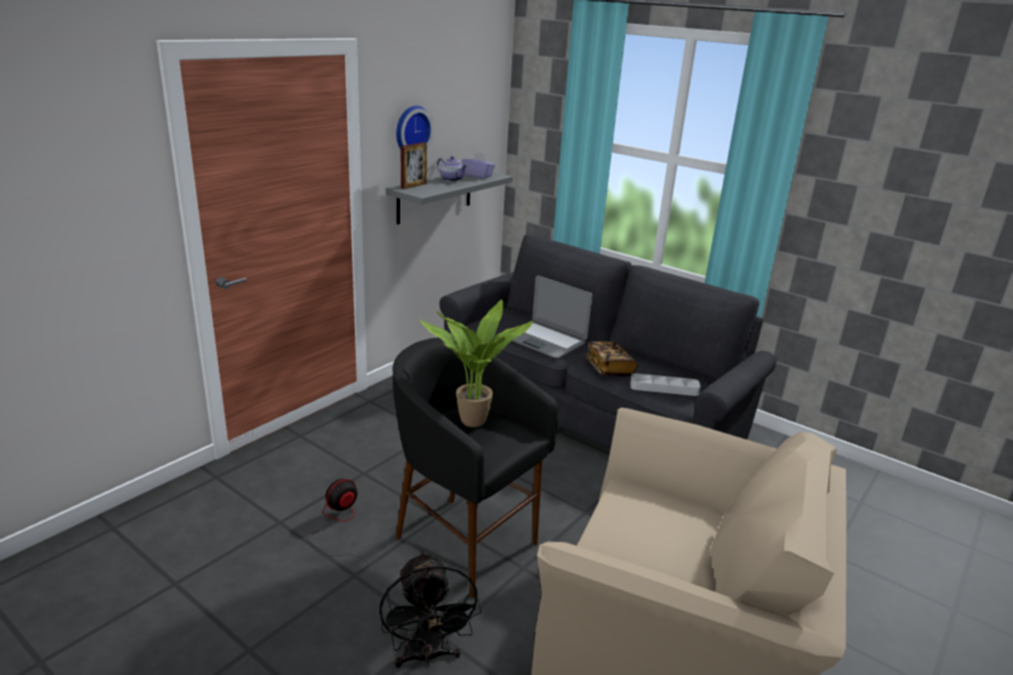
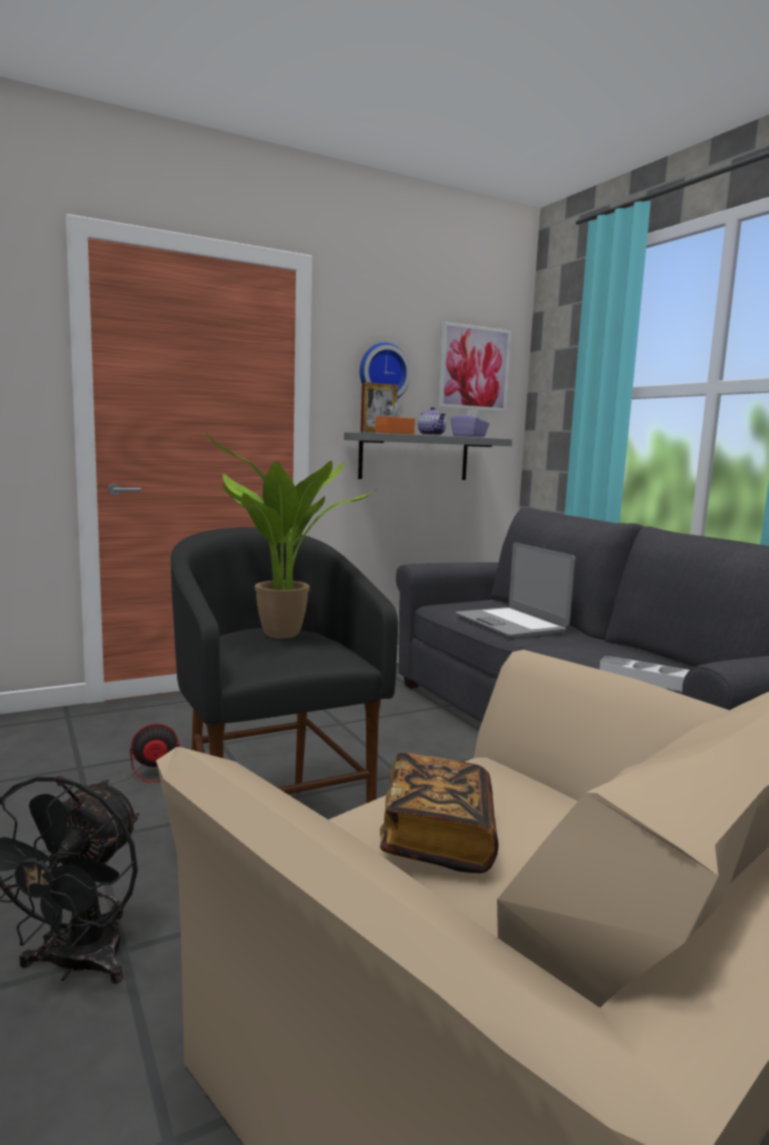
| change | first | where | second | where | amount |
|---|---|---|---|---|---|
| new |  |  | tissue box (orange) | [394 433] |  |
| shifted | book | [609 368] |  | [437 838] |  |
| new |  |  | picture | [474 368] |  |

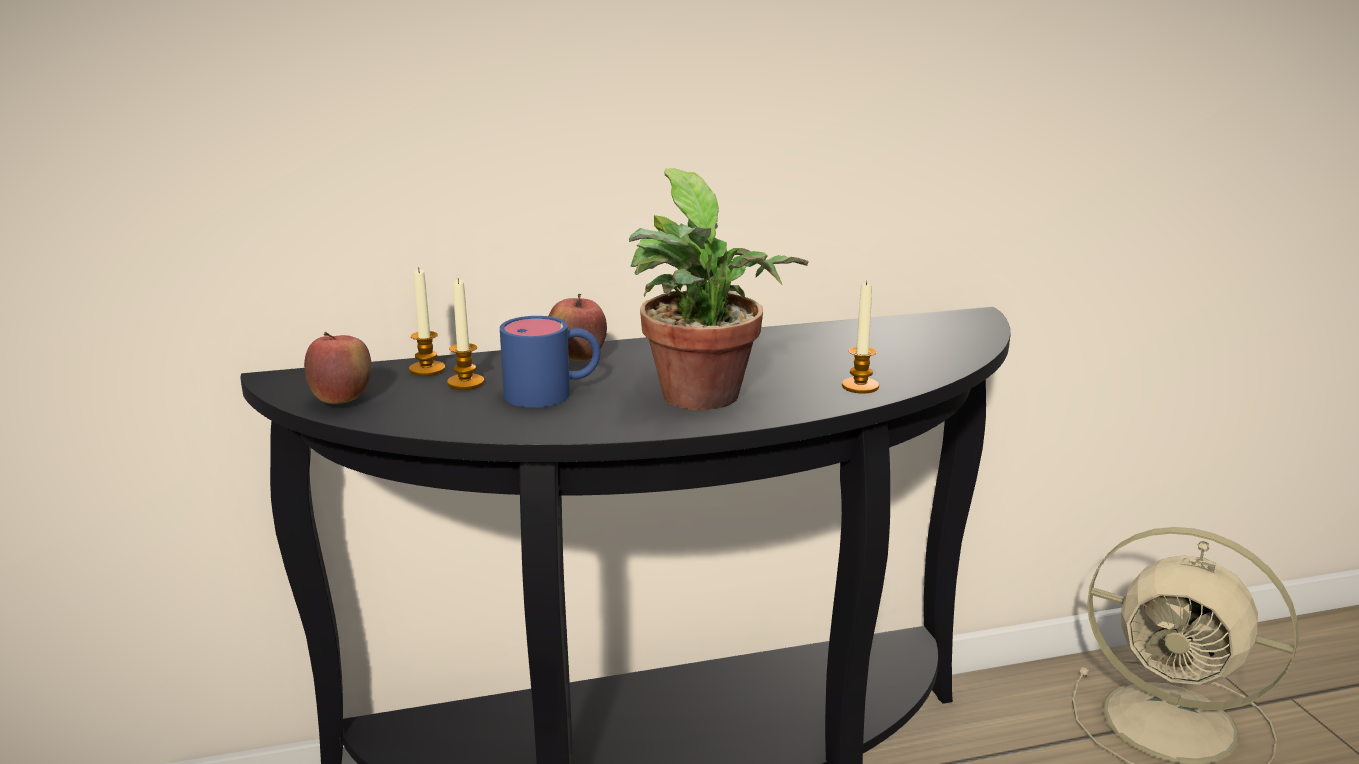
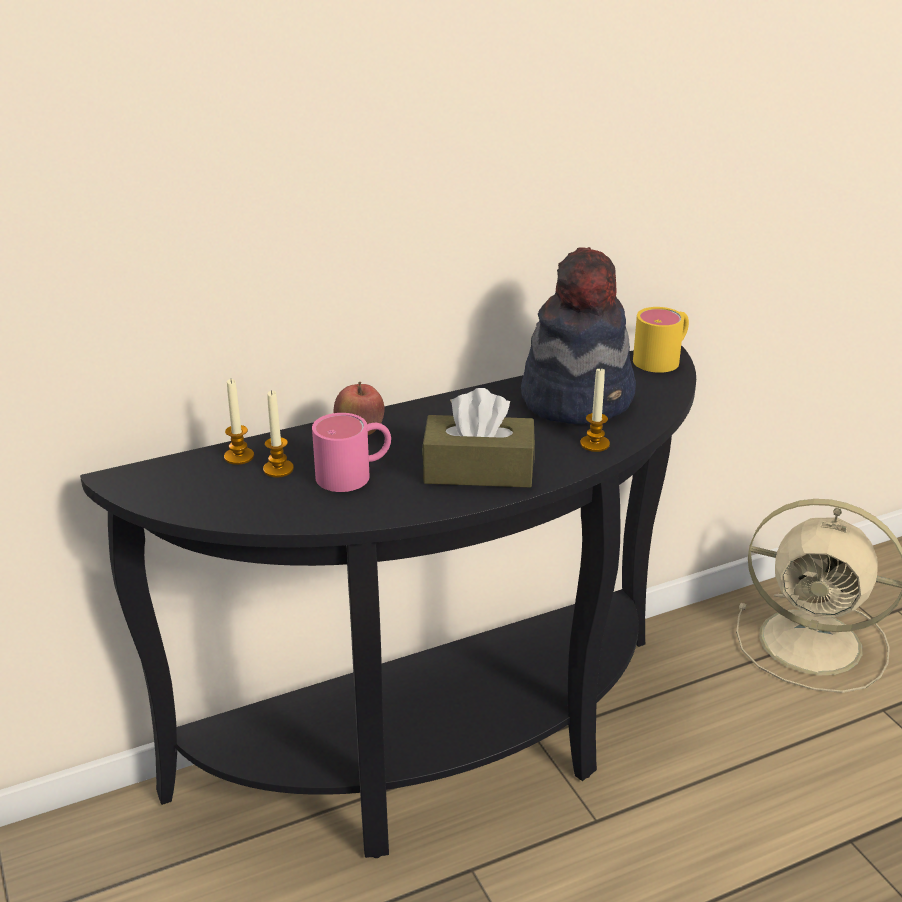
| change | first | where | second | where | amount |
|---|---|---|---|---|---|
| repainted | mug (blue) | [553 393] | mug (pink) | [355 474] |  |
| swapped | potted plant | [704 400] | tissue box (brown) | [478 470] |  |
| new |  |  | hat | [578 398] |  |
| new |  |  | mug (yellow) | [663 358] |  |
| gone | apple | [342 401] |  |  |  |

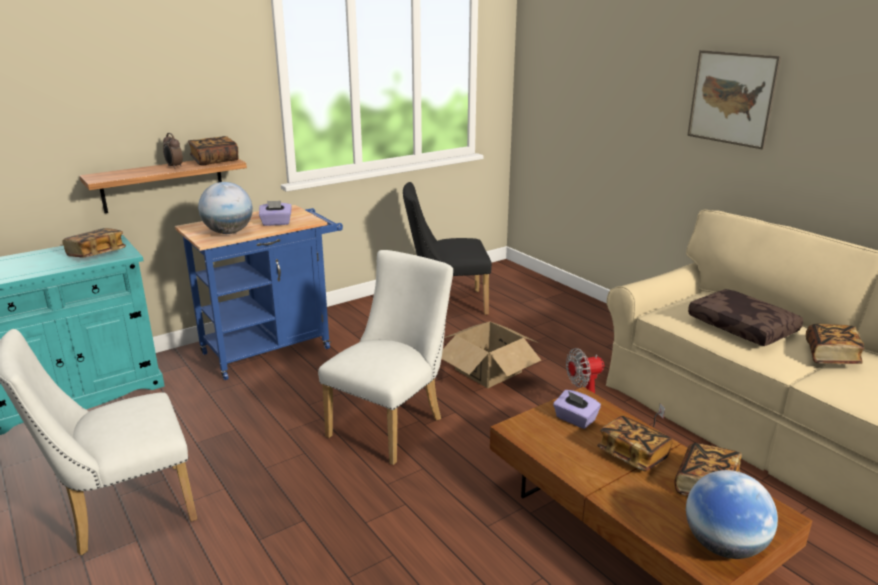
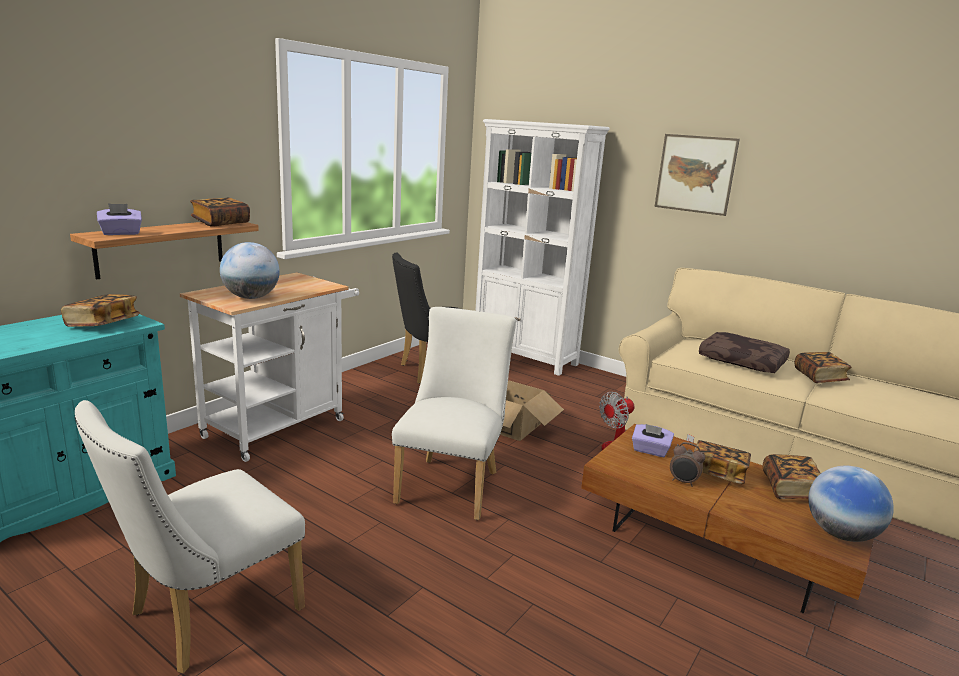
| change | first | where | second | where | amount |
|---|---|---|---|---|---|
| shifted | tissue box (purple) | [276 223] |  | [121 233] |  |
| repainted | cart (blue) | [274 348] | cart (white) | [281 425] |  |
| new |  |  | bookcase (white) | [525 357] |  |
| shifted | alarm clock | [174 167] |  | [683 482] |  |

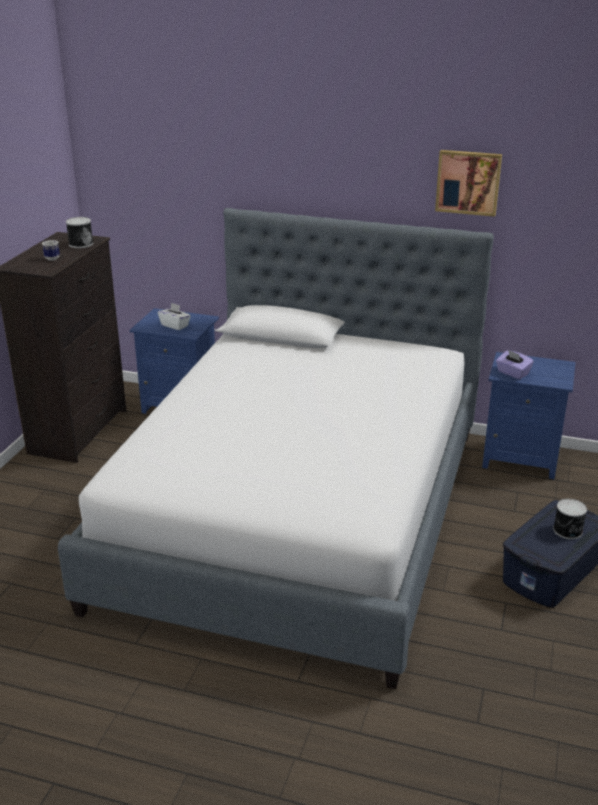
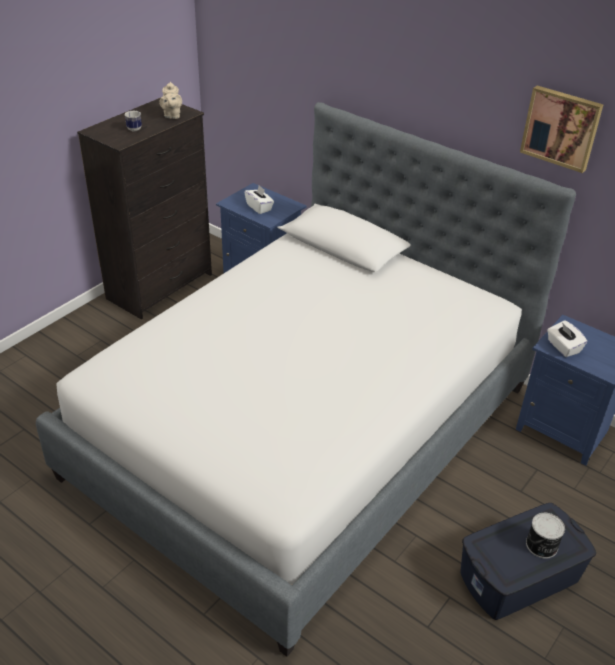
| change | first | where | second | where | amount |
|---|---|---|---|---|---|
| swapped | can | [80 244] | teapot (beige) | [172 115] |  |
| repainted | tissue box (purple) | [512 373] | tissue box (white) | [563 347] |  |

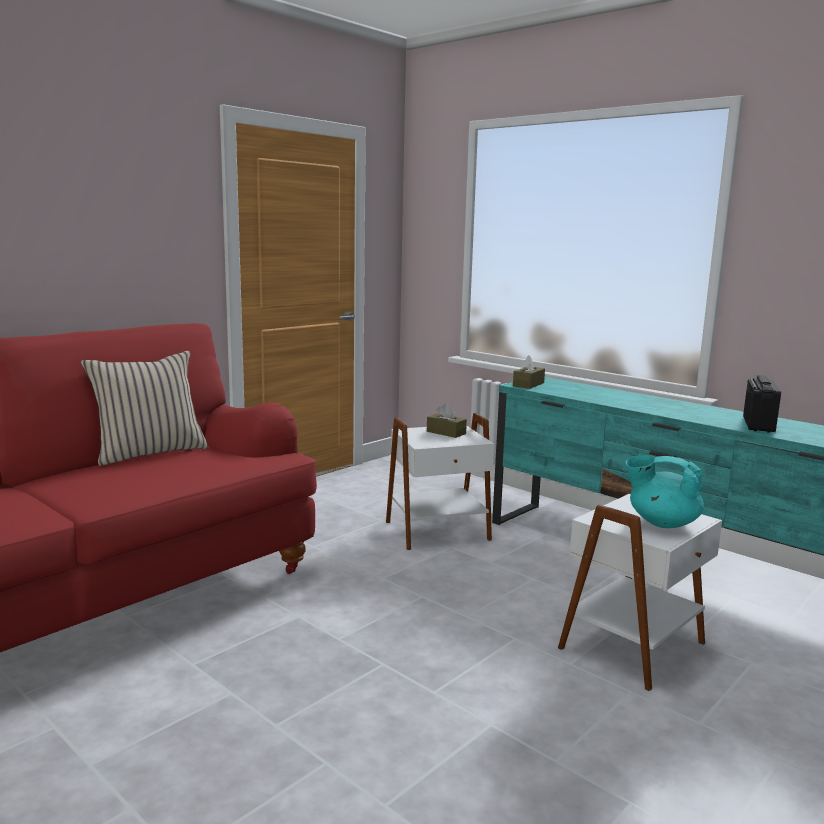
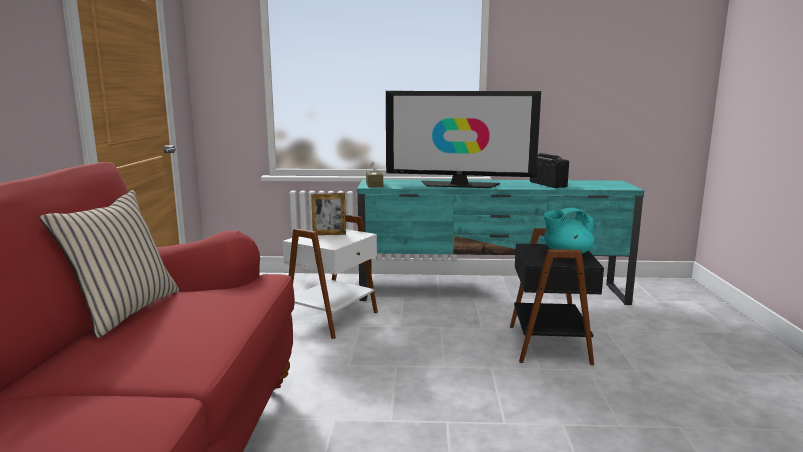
| change | first | where | second | where | amount |
|---|---|---|---|---|---|
| swapped | tissue box (brown) | [446 432] | picture frame | [329 234] |  |
| new |  |  | television | [459 185] |  |
| repainted | side table (white) | [635 646] | side table (black) | [551 344] |  |

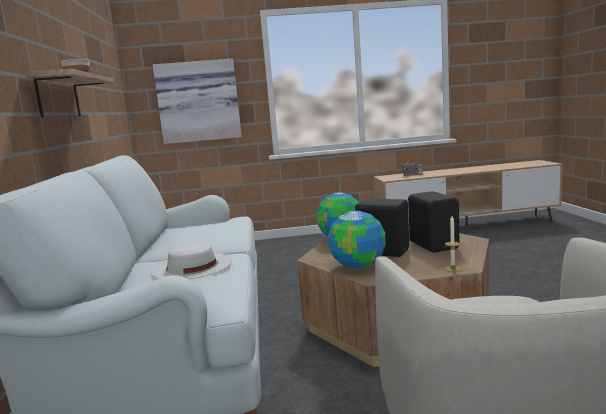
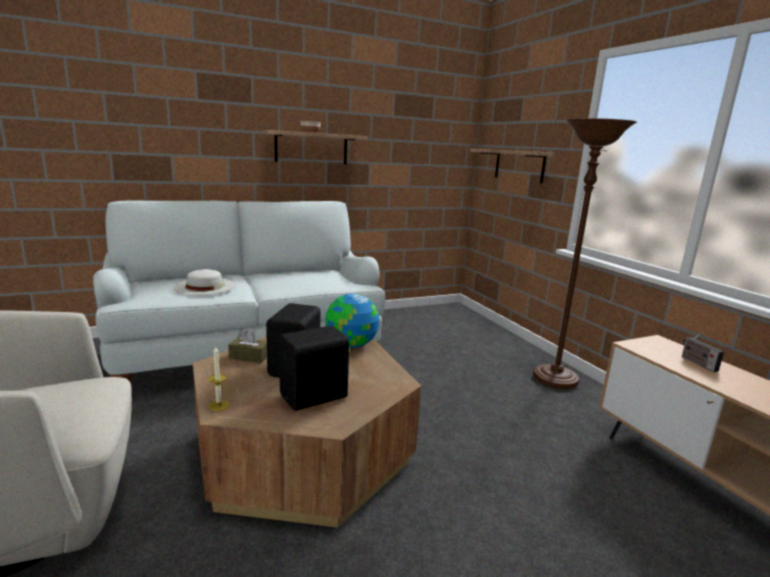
| change | first | where | second | where | amount |
|---|---|---|---|---|---|
| swapped | globe | [358 266] | tissue box (brown) | [249 357] |  |
| swapped | picture | [198 101] | shelf | [519 165] |  |
| new |  |  | floor lamp (brown) | [555 379] |  |

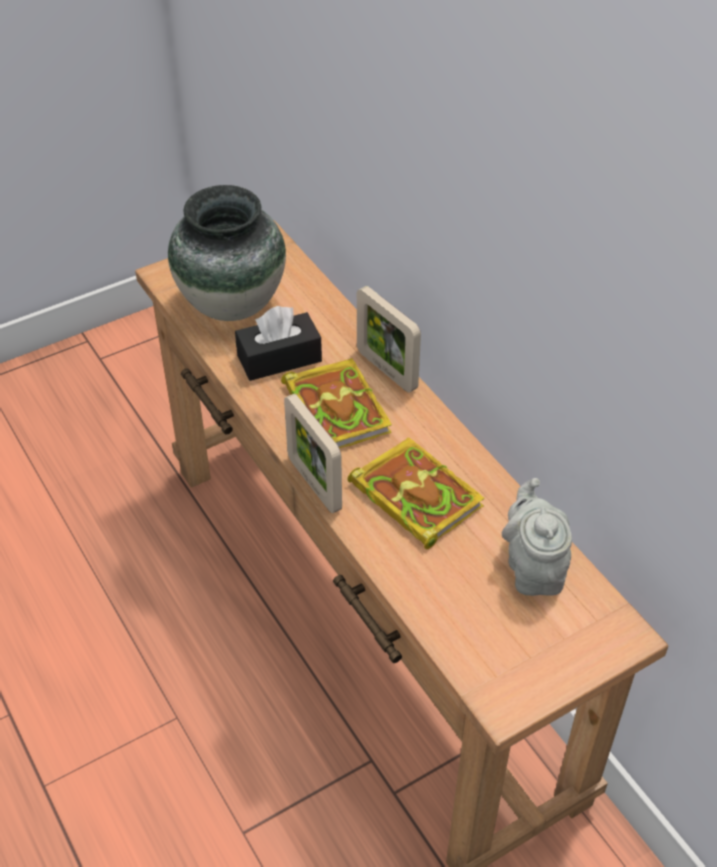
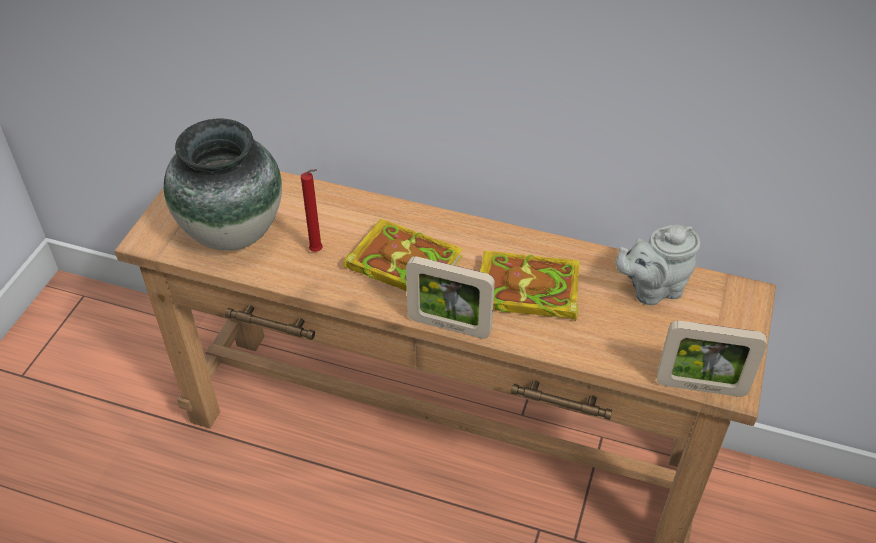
| change | first | where | second | where | amount |
|---|---|---|---|---|---|
| swapped | tissue box (black) | [279 358] | candle (red) | [318 251] |  |
| rotated | teapot (grey) | [533 569] |  | [652 289] | 60 degrees counterclockwise |
| shifted | picture frame | [386 370] |  | [701 387] |  |

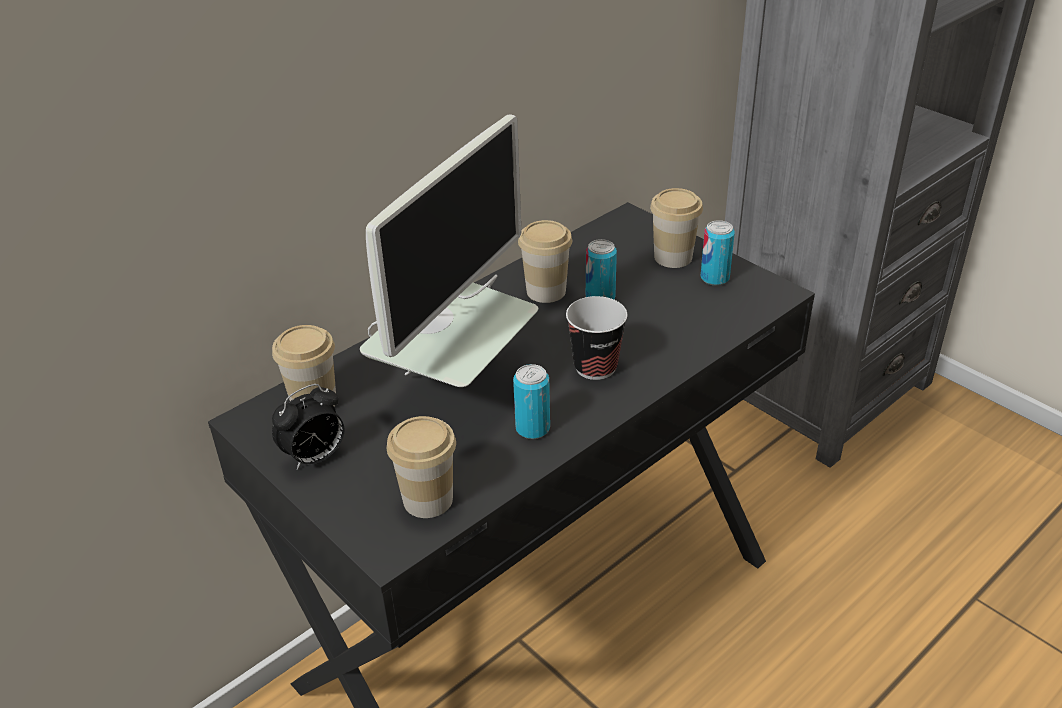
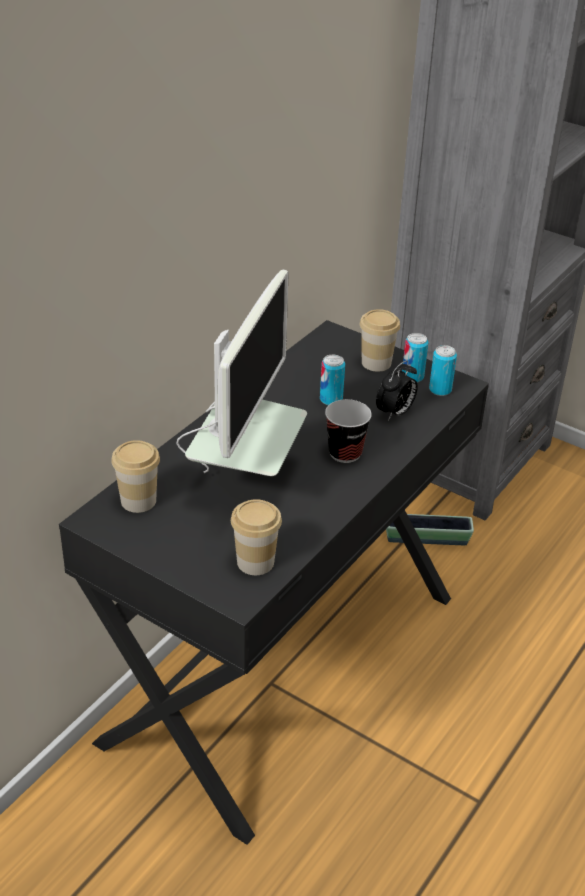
| change | first | where | second | where | amount |
|---|---|---|---|---|---|
| shifted | alarm clock | [315 457] |  | [395 413] |  |
| new |  |  | planter | [427 538] |  |
| shifted | can | [532 428] |  | [440 390] |  |
| gone | cup | [546 291] |  |  |  |

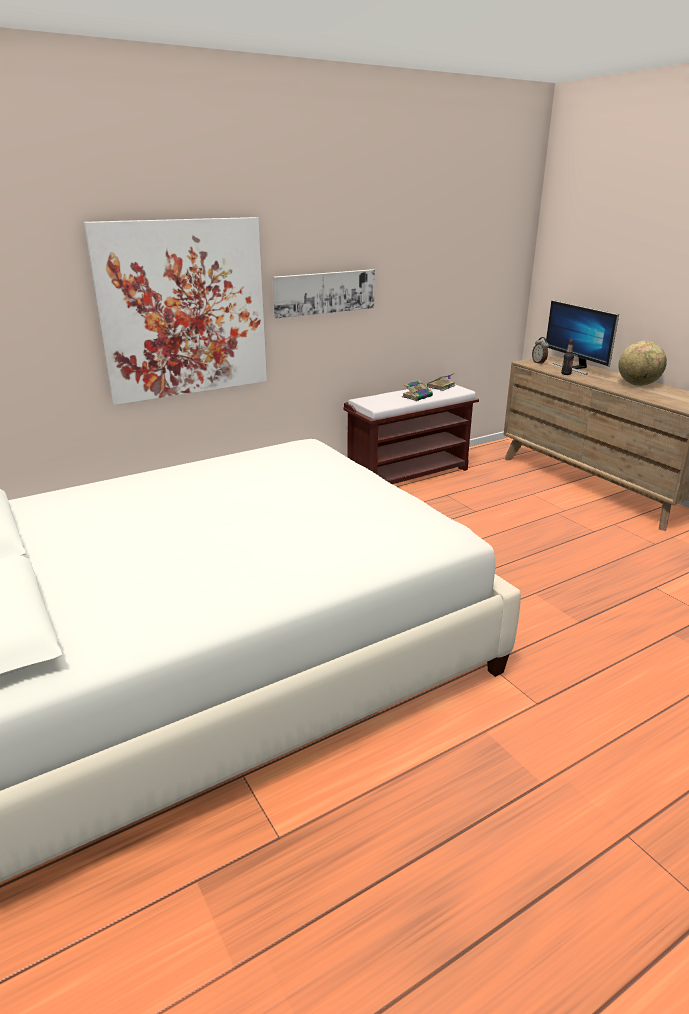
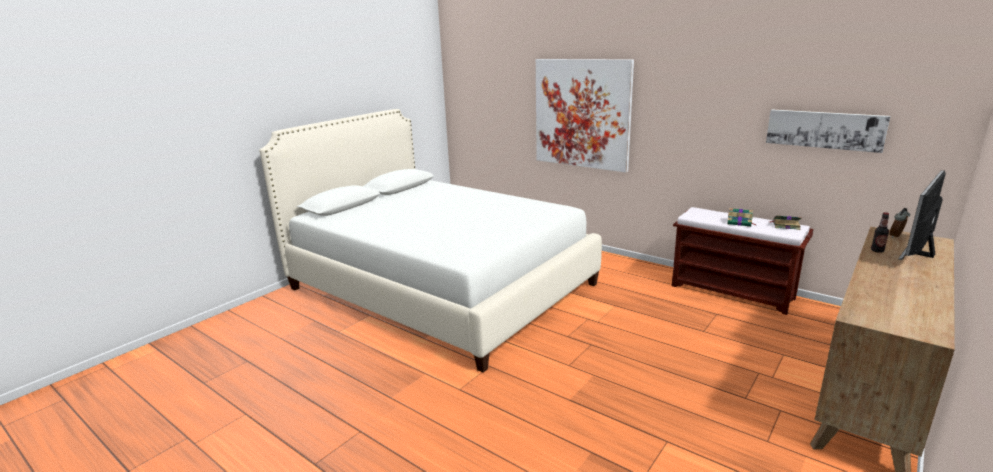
| change | first | where | second | where | amount |
|---|---|---|---|---|---|
| shifted | picture | [324 292] |  | [824 129] |  |
| gone | globe | [638 384] |  |  |  |

